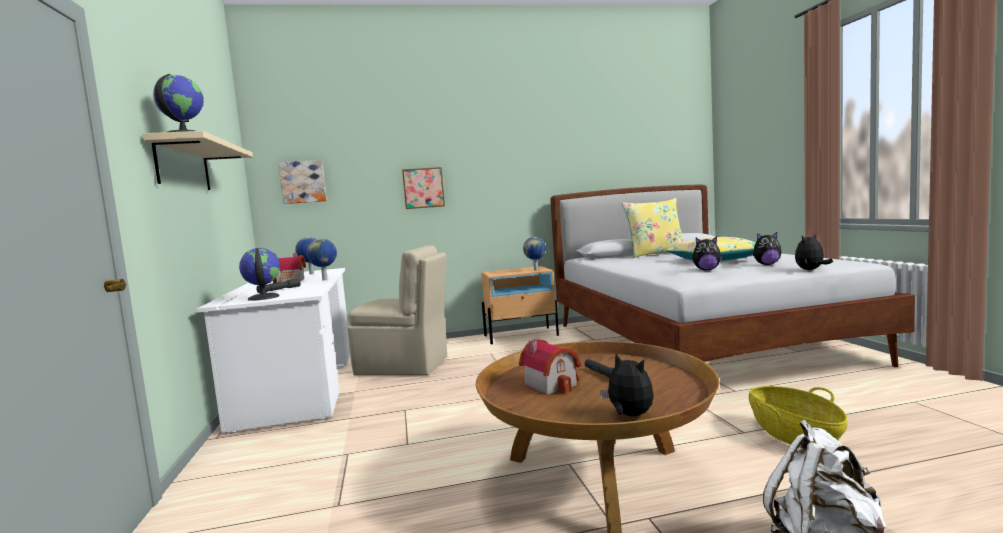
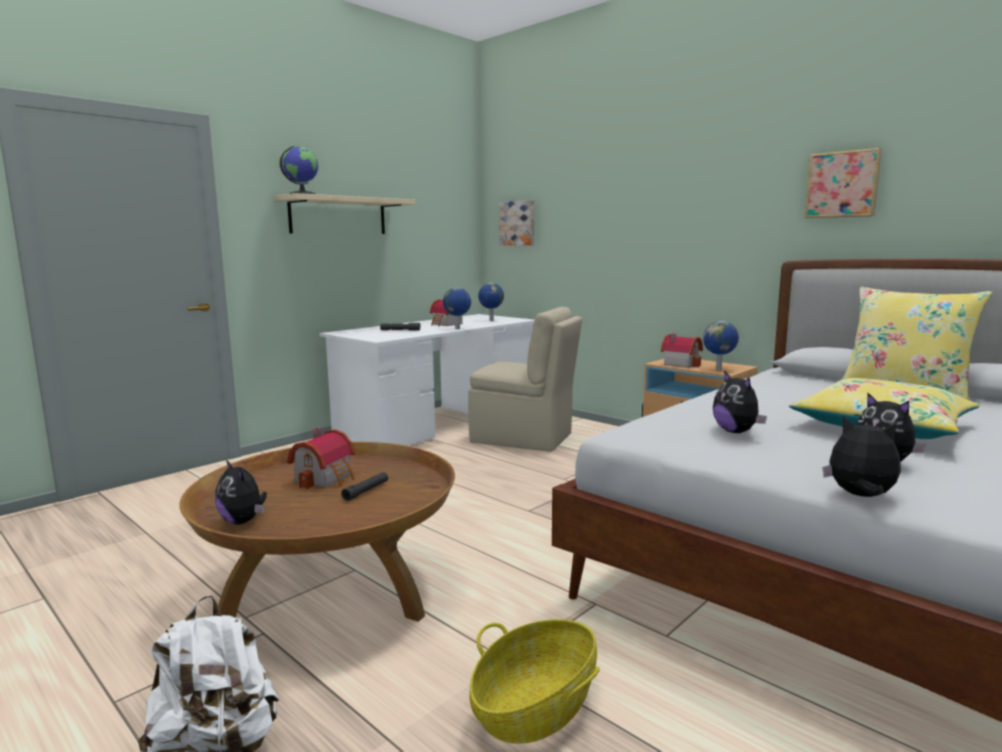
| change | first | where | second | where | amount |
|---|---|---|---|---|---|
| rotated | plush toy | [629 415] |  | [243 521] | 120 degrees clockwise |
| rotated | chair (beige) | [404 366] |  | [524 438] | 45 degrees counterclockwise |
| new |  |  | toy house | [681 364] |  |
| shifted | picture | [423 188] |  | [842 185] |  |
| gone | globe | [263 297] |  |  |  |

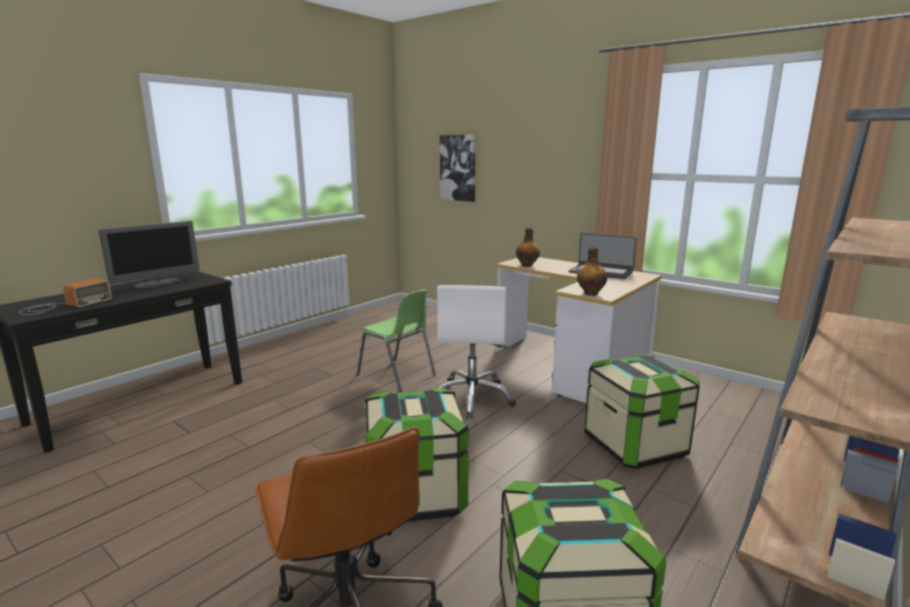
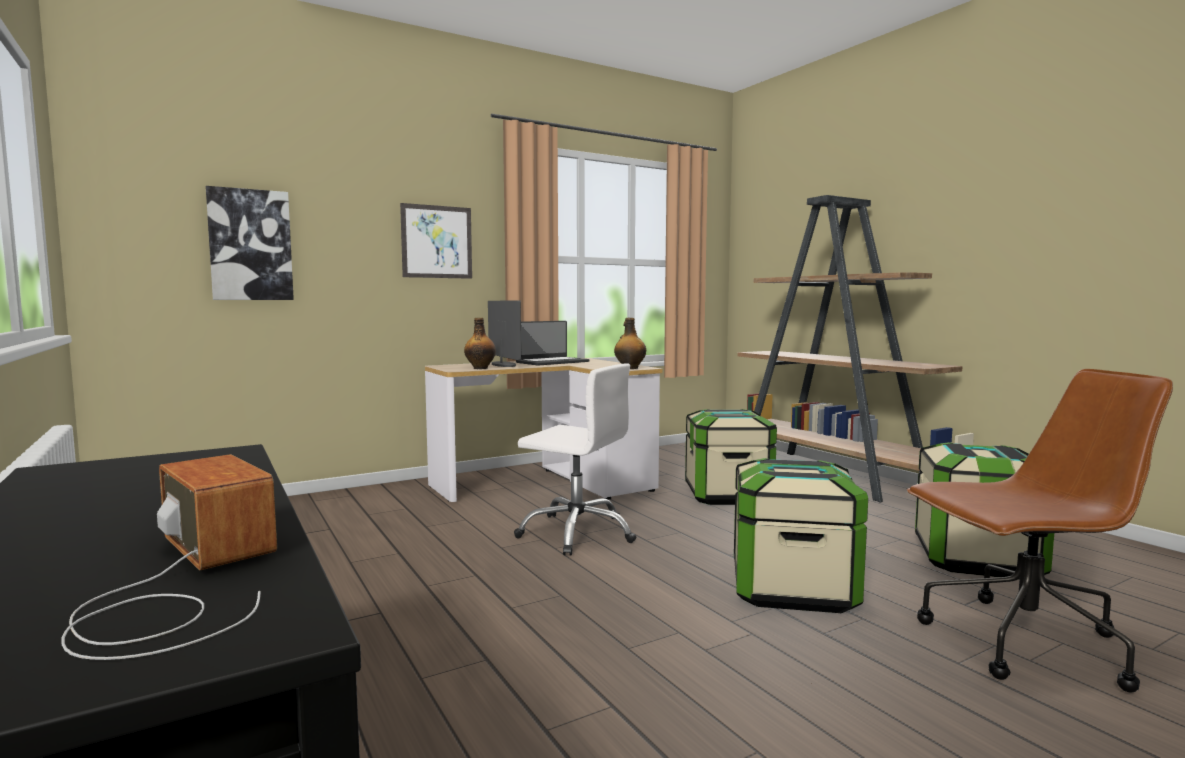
| change | first | where | second | where | amount |
|---|---|---|---|---|---|
| new |  |  | picture | [437 242] |  |
| shifted | monitor | [157 284] |  | [503 365] |  |
| gone | chair (green) | [397 375] |  |  |  |

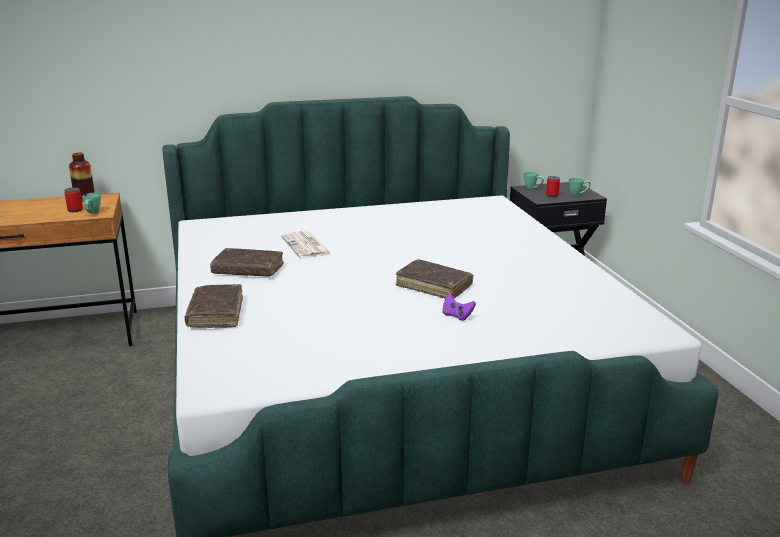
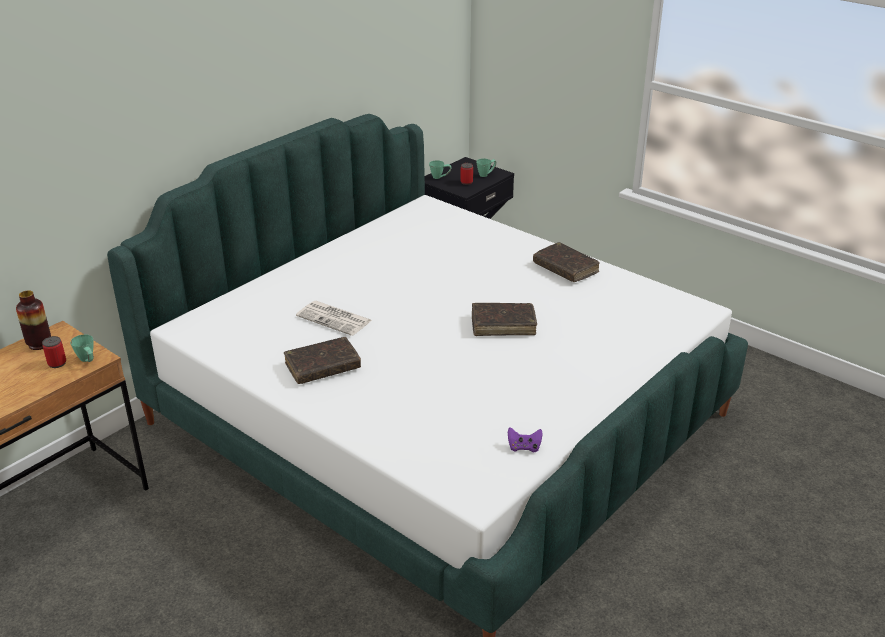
| change | first | where | second | where | amount |
|---|---|---|---|---|---|
| shifted | game controller (purple) | [457 316] |  | [524 447] |  |
| shifted | book (brown) | [216 313] |  | [565 268] |  |

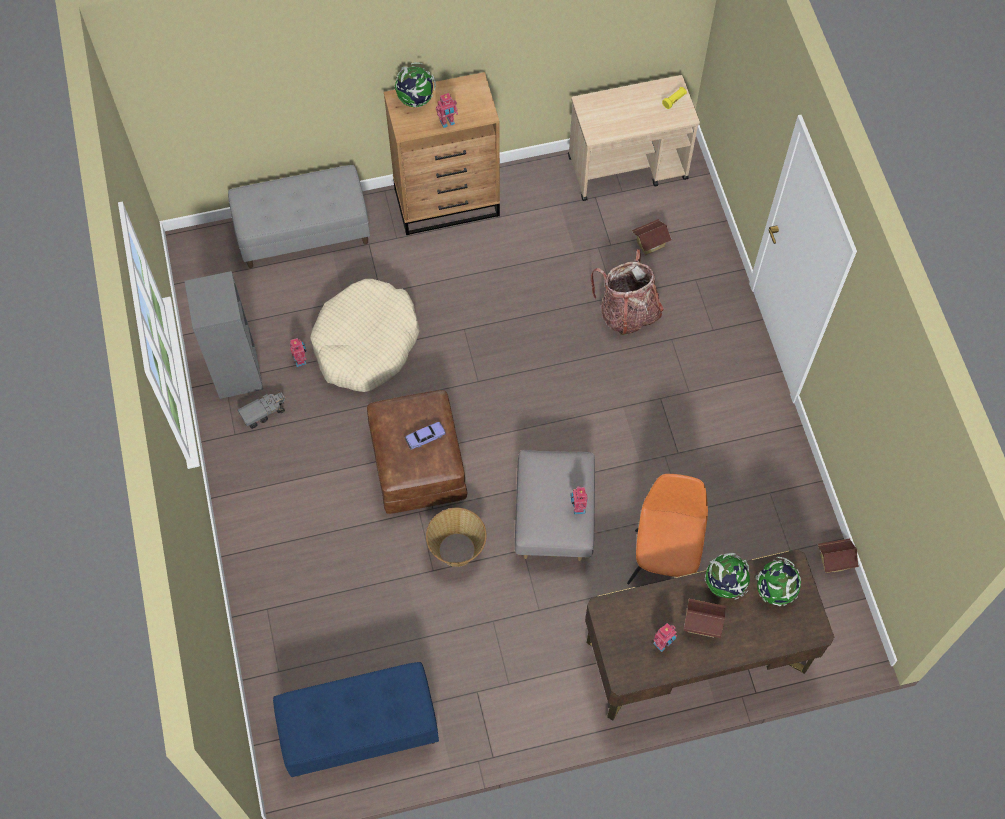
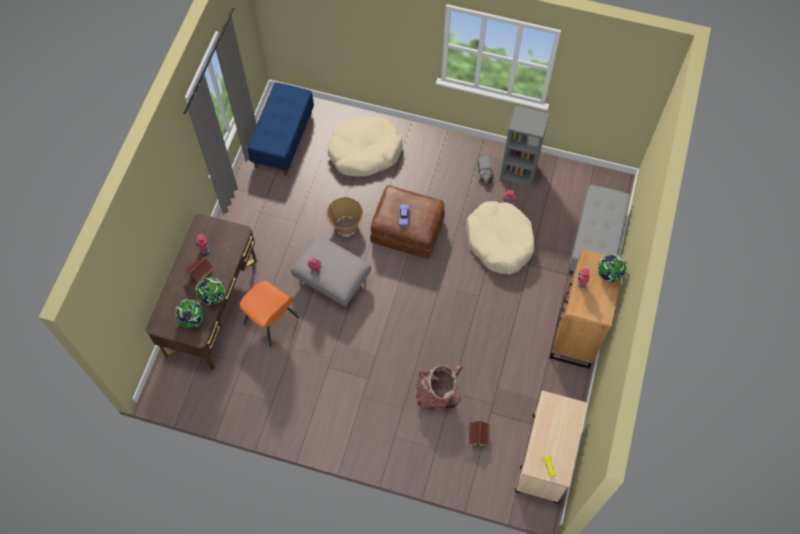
| change | first | where | second | where | amount |
|---|---|---|---|---|---|
| new |  |  | dog bed (beige) | [364 152] |  |
| gone | toy house | [834 561] |  |  |  |

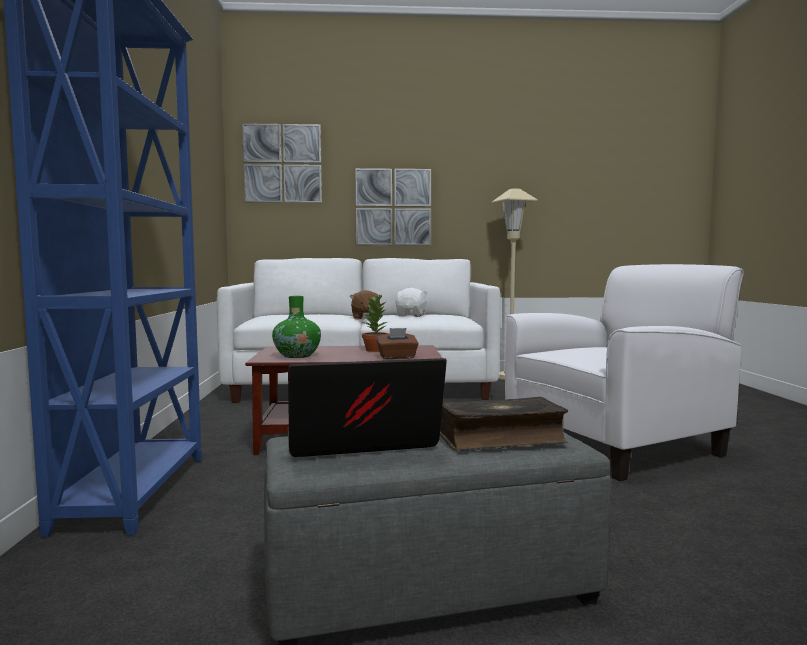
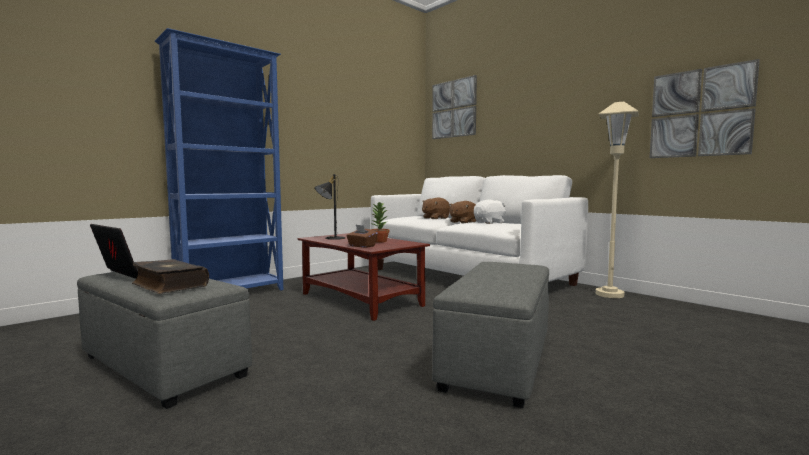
| change | first | where | second | where | amount |
|---|---|---|---|---|---|
| swapped | vase (green) | [297 355] | table lamp (black) | [331 238] |  |
| new |  |  | plush toy (brown) | [435 218] |  |
| swapped | armchair (white) | [614 444] | ottoman (grey) | [497 360] |  |
| shifted | picture | [393 207] |  | [700 113] |  |

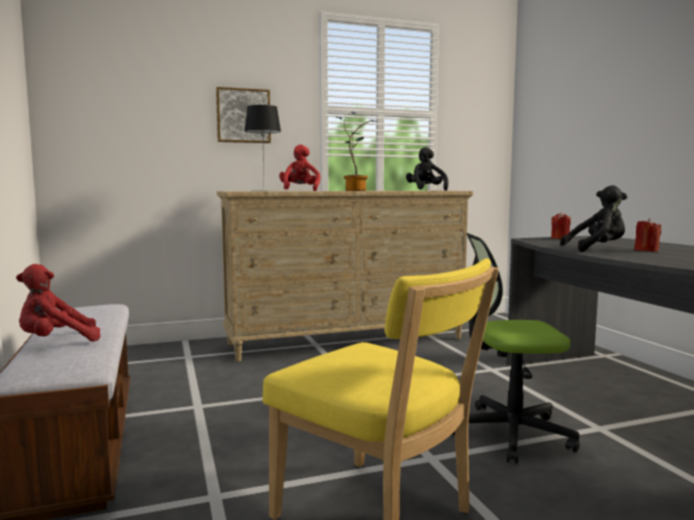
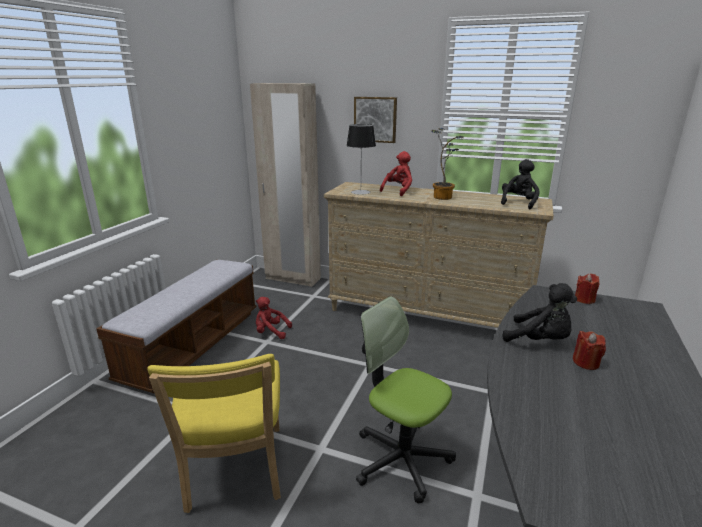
| change | first | where | second | where | amount |
|---|---|---|---|---|---|
| new |  |  | wardrobe (beige) | [292 279] |  |
| shifted | plush toy (red) | [56 342] |  | [271 332] |  |

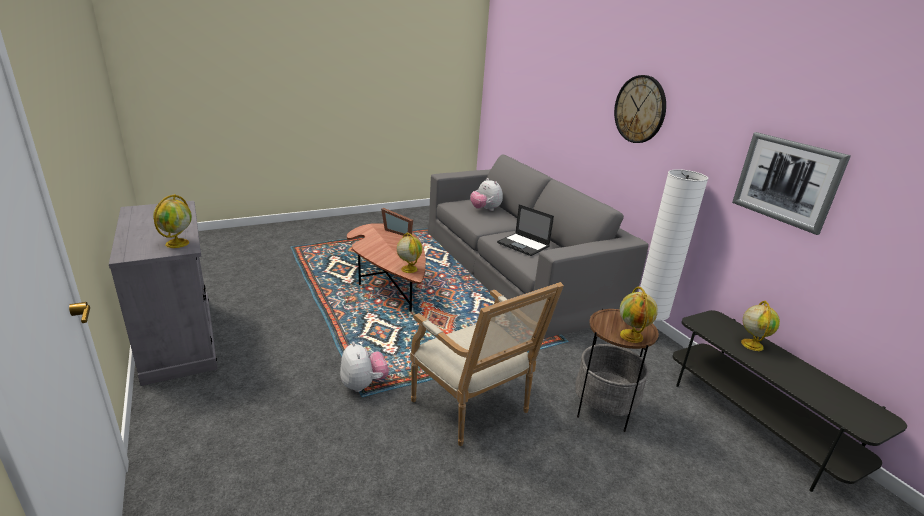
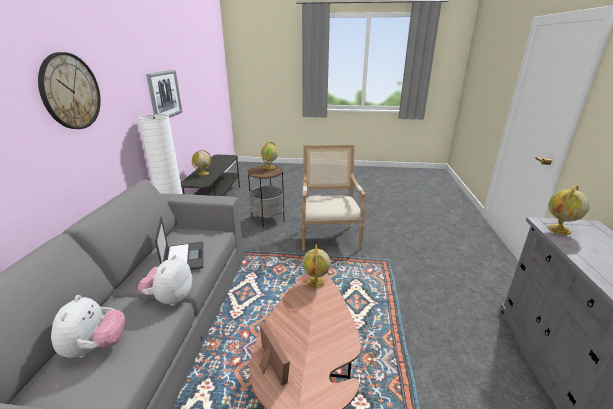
| change | first | where | second | where | amount |
|---|---|---|---|---|---|
| shifted | plush toy | [363 384] |  | [170 298] |  |

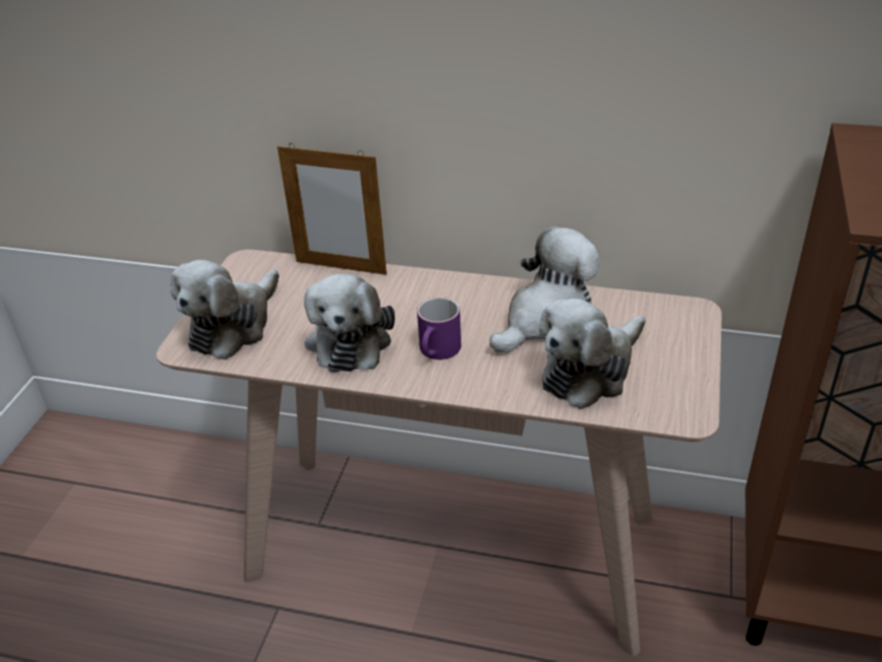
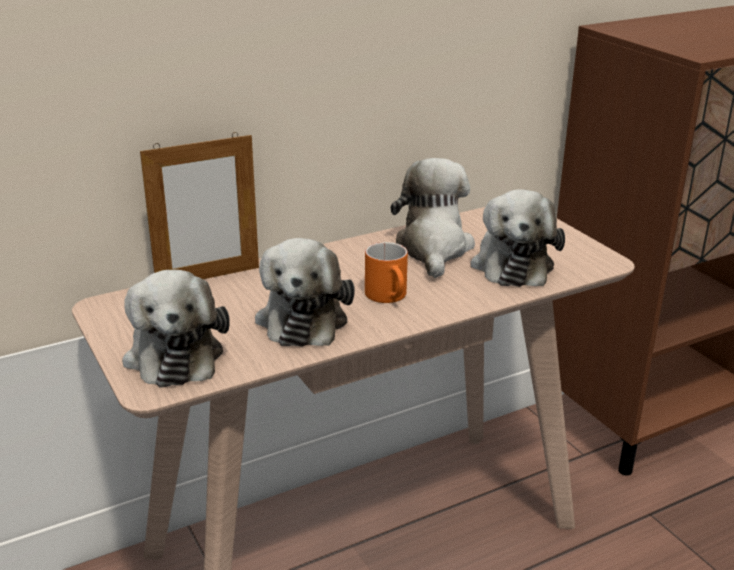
| change | first | where | second | where | amount |
|---|---|---|---|---|---|
| rotated | plush toy | [349 339] |  | [303 318] | 45 degrees clockwise |
| repainted | mug (purple) | [438 352] | mug (orange) | [390 297] |  |

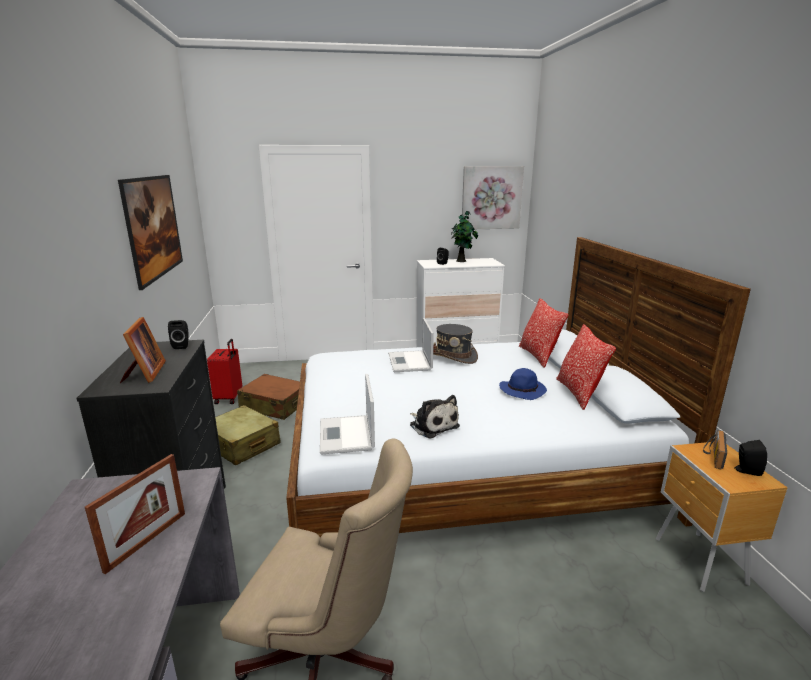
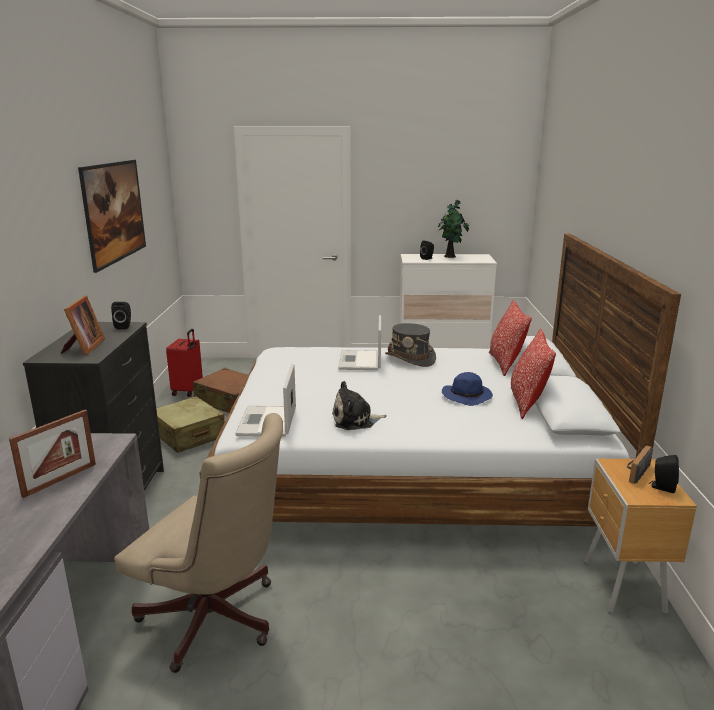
| change | first | where | second | where | amount |
|---|---|---|---|---|---|
| rotated | plush toy | [432 425] |  | [355 420] | 105 degrees clockwise |
| gone | picture | [491 198] |  |  |  |

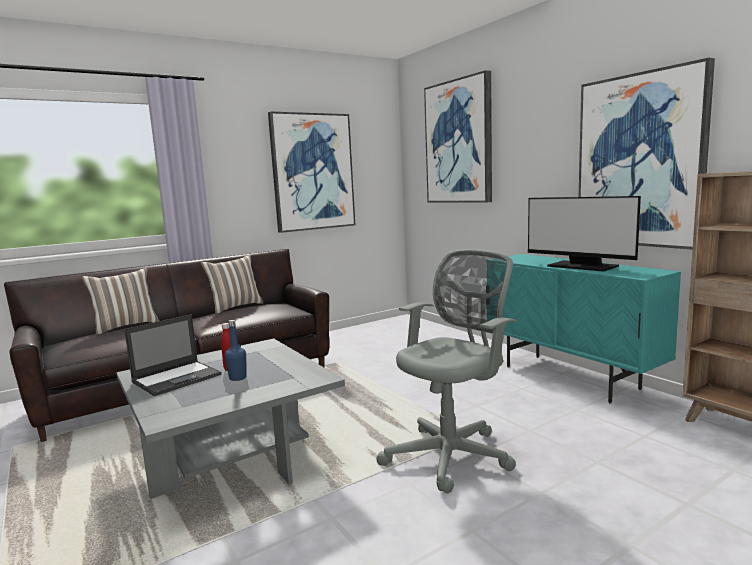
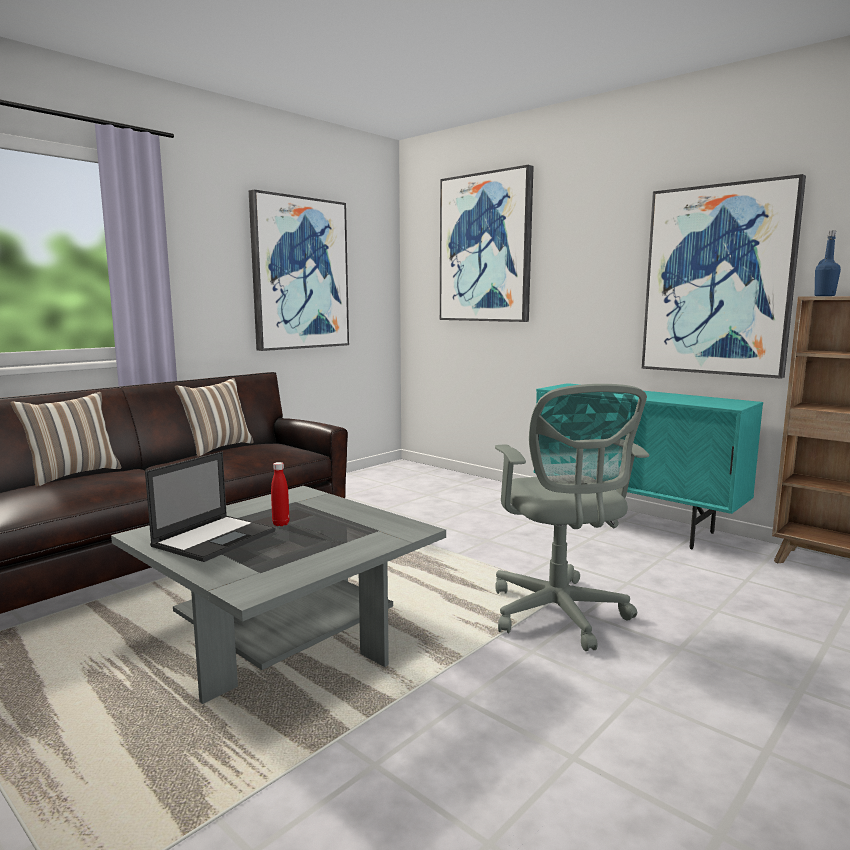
| change | first | where | second | where | amount |
|---|---|---|---|---|---|
| rotated | office chair (grey) | [452 455] |  | [559 615] | 135 degrees clockwise |
| shifted | bottle (blue) | [238 378] |  | [824 296] |  |
| gone | monitor | [581 266] |  |  |  |

